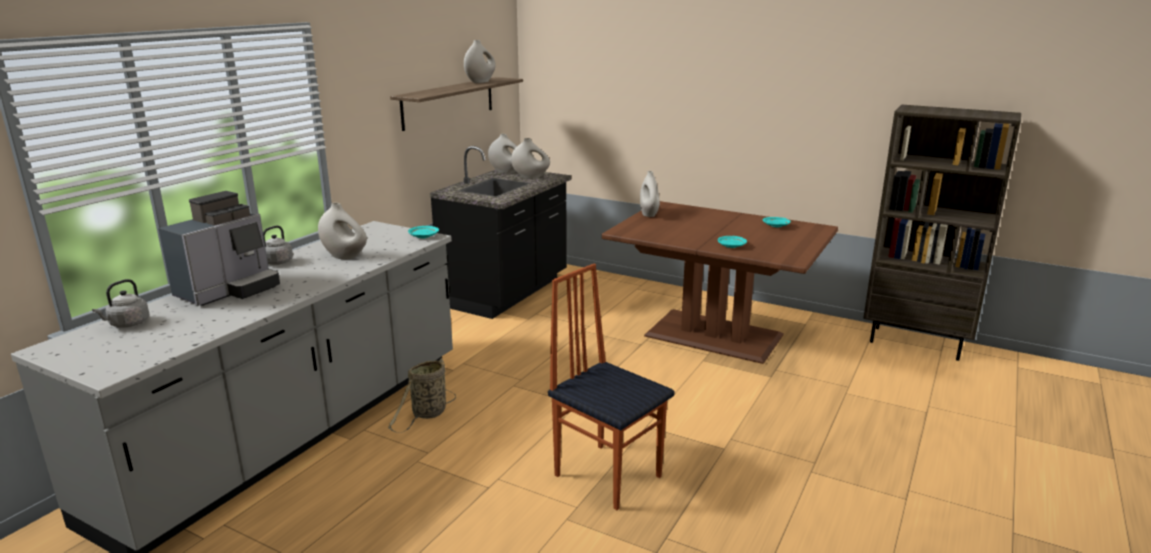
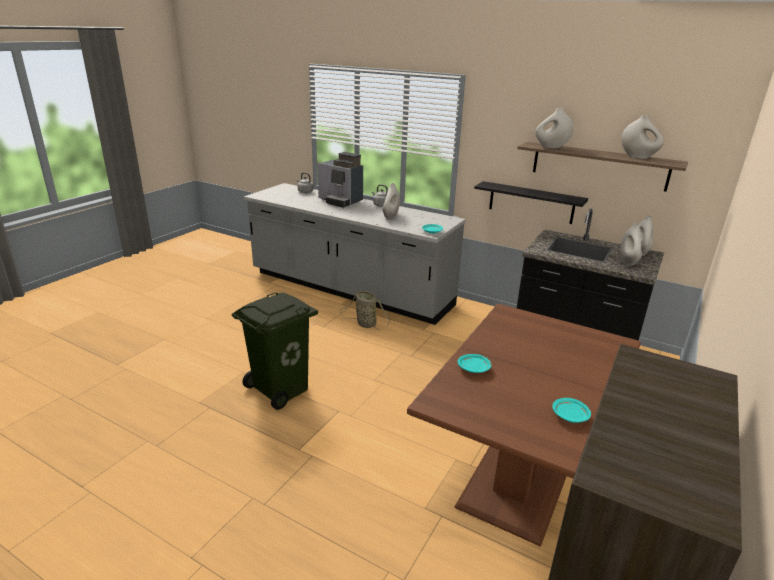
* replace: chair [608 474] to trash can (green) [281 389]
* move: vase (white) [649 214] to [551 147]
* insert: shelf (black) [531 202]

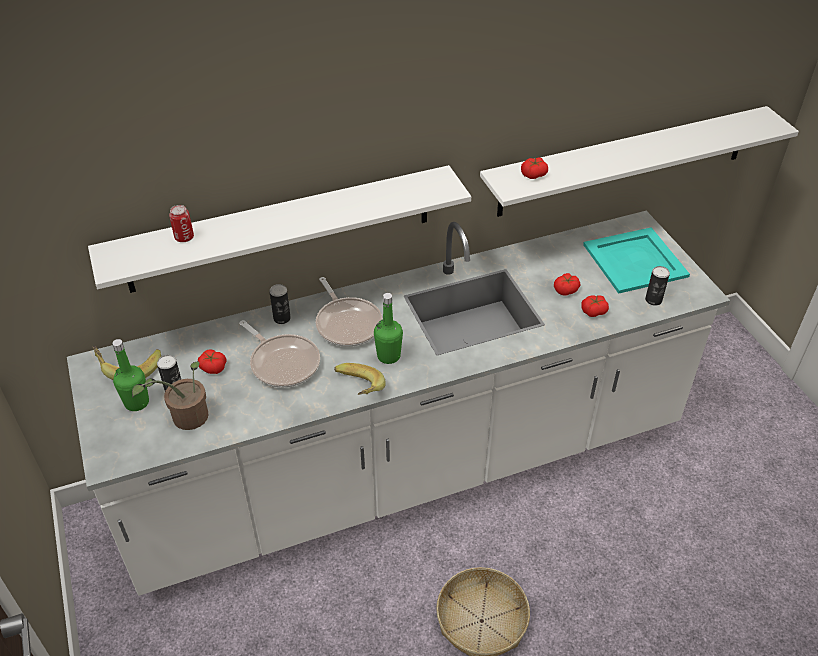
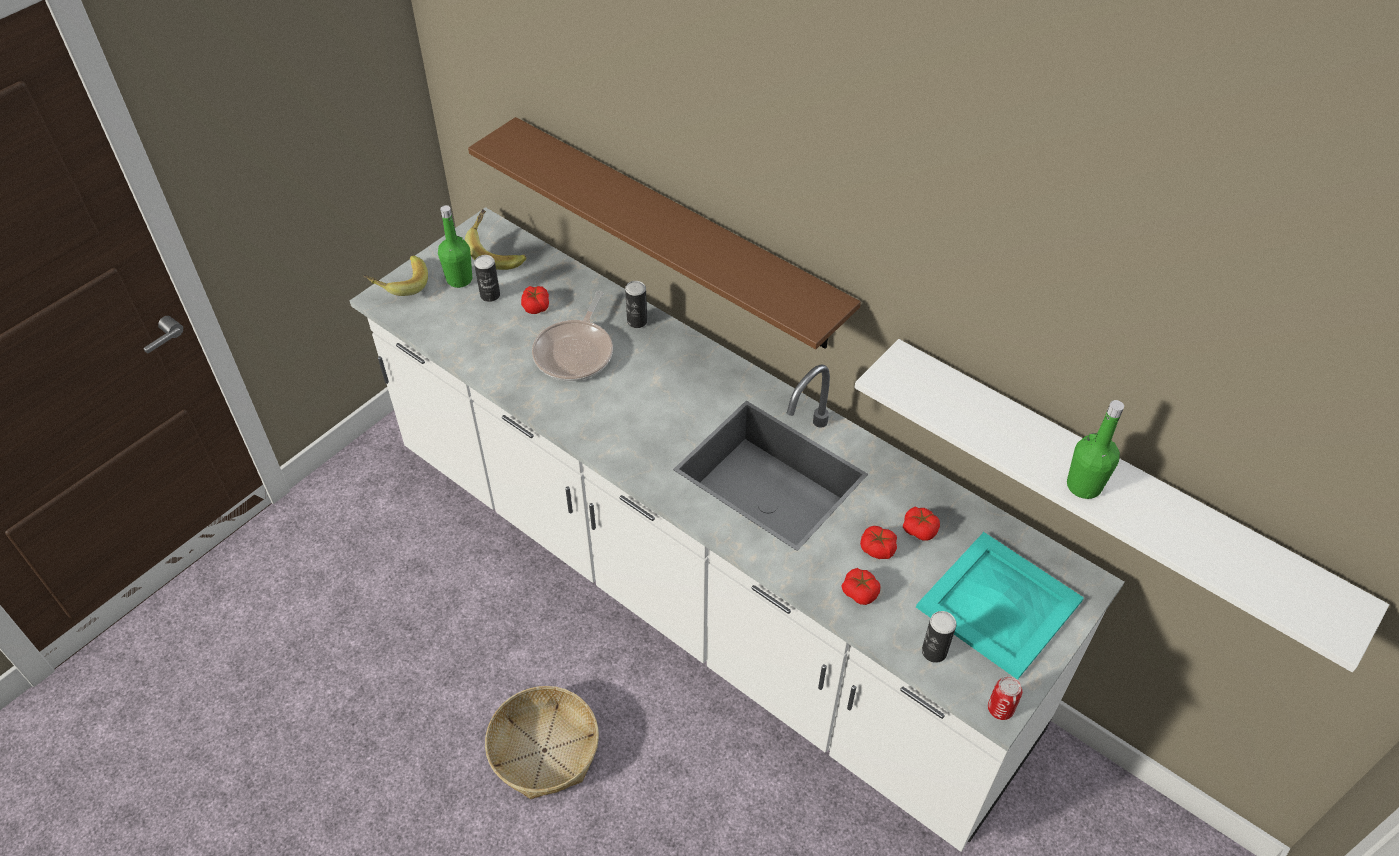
* recolor: shelf (white) [281 229] to shelf (brown) [675 233]
* delete: potted plant [185 419]
* move: can [184 237] to [1000 709]
* delete: frying pan [347 323]
* move: banana [357 391] to [399 286]
* move: bottle (green) [388 356] to [1083 486]
* move: tomato [533 174] to [919 529]

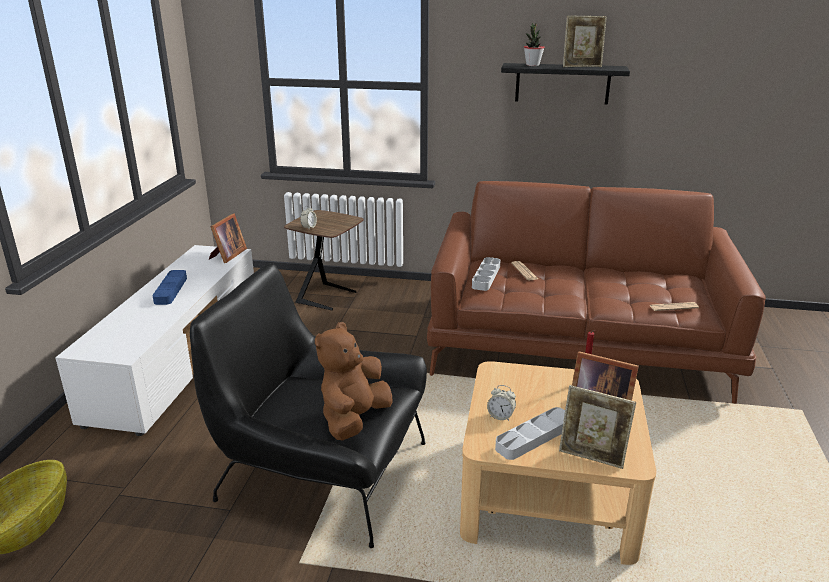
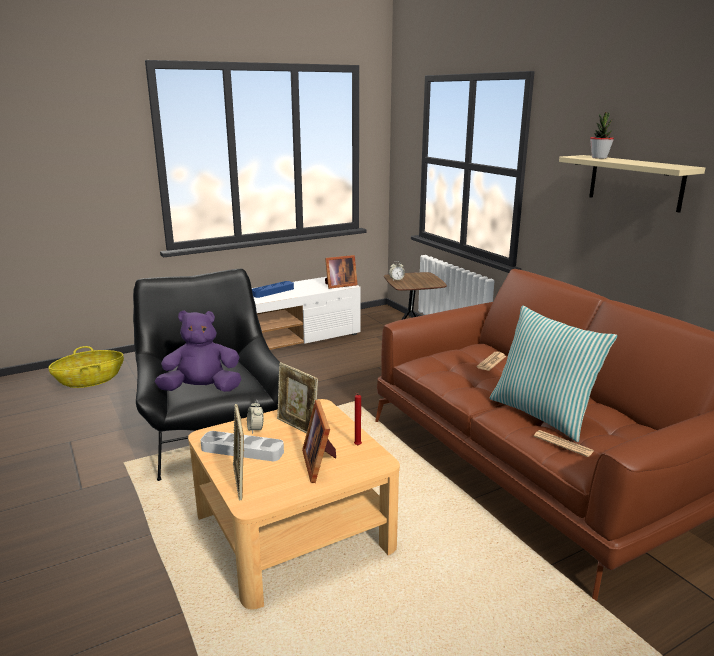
* recolor: plush toy (brown) [354 420] to plush toy (purple) [202 389]
* delete: tray (grey) [486 277]
* recolor: shelf (black) [562 83] to shelf (beige) [635 182]
* move: picture frame [582 67] to [297 427]
* insert: pillow [542 414]

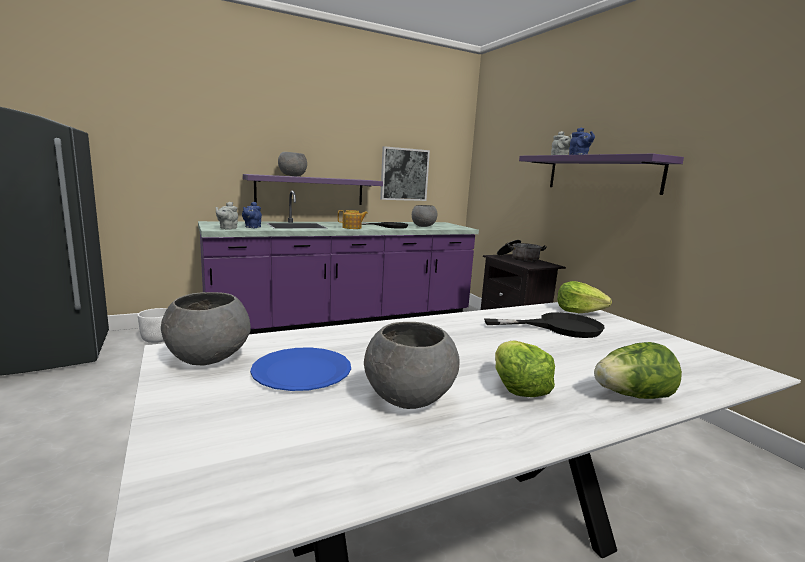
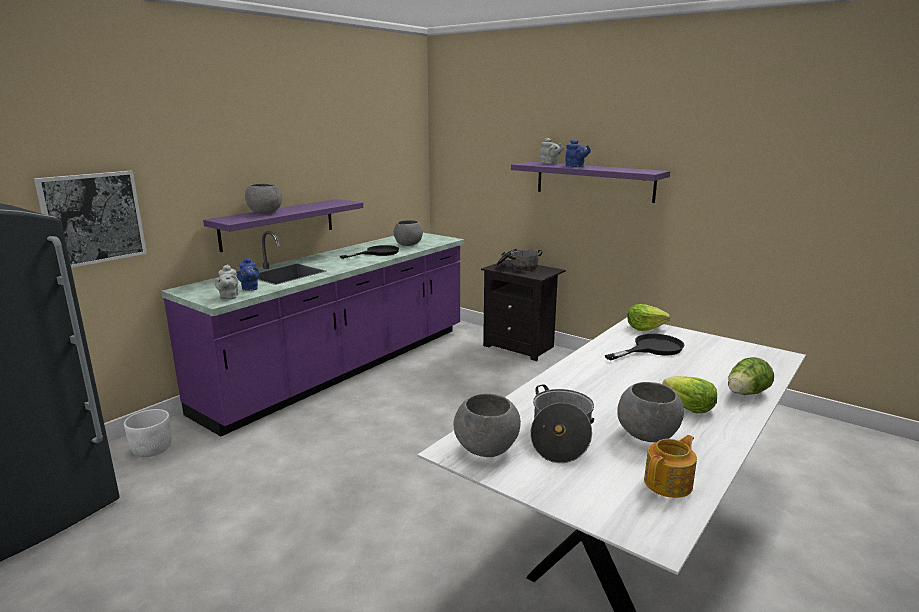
* replace: plate (blue) [302 371] to cooking pot [560 438]
* move: teapot [352 228] to [669 483]
* move: picture [404 174] to [93 218]

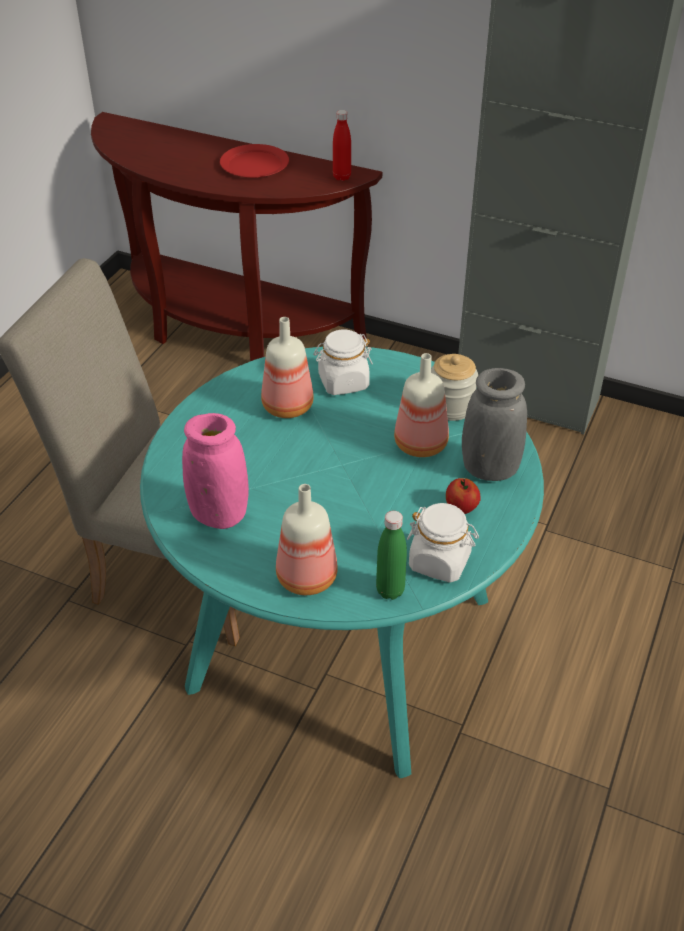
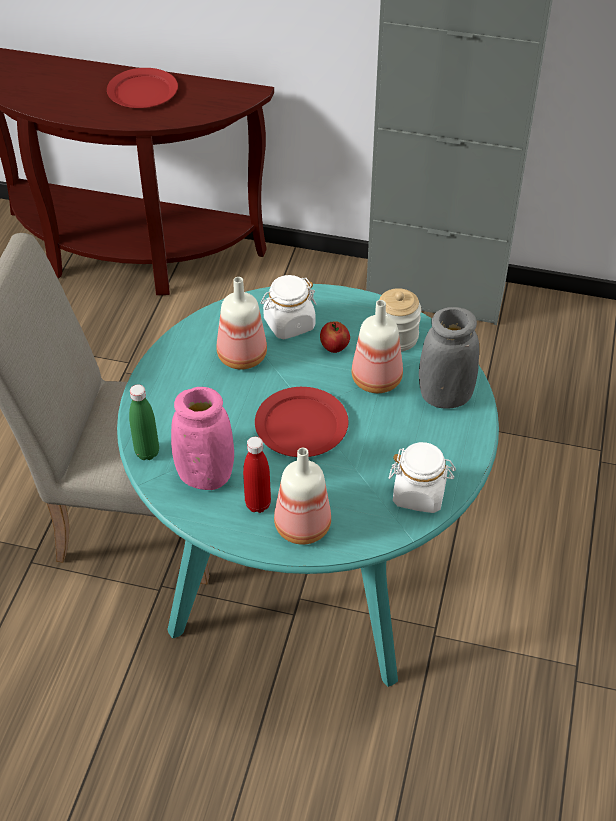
* move: bottle (red) [342 177] to [258 504]
* move: bottle (green) [390 590] to [147 452]
* move: apple [461 508] to [334 347]
* insert: plate (red) [302 425]

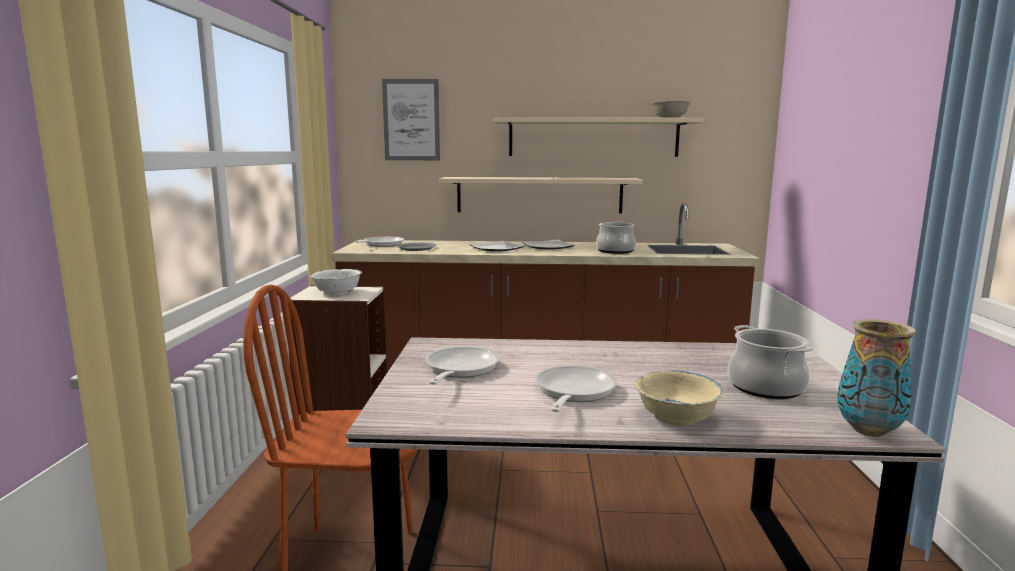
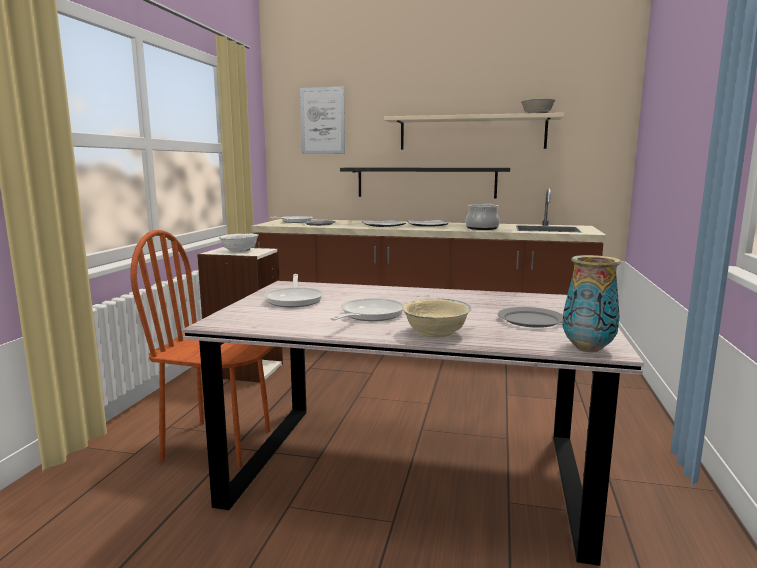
* rotate: frying pan [459 369] = [295 299] 150 degrees clockwise
* recolor: shelf (beige) [539 195] to shelf (black) [426 182]
* replace: cooking pot [765 387] to plate (grey) [530 320]

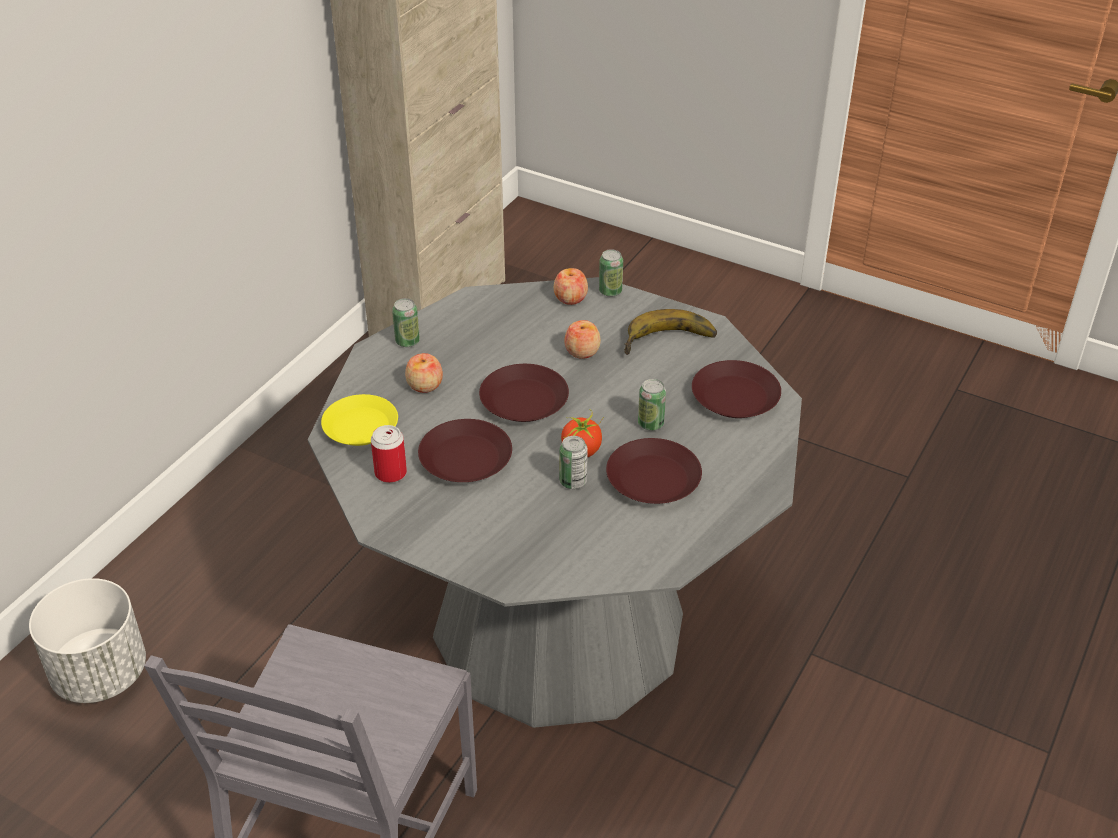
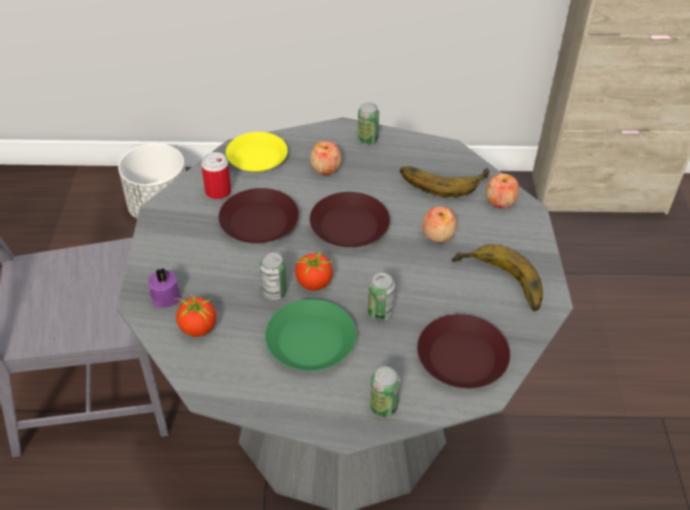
* move: can [610 291] to [383 407]
* recolor: plate (brown) [653 478] to plate (green) [311 341]
* insert: candle (purple) [165 297]
* insert: tomato [197 328]
* insert: banana [442 178]

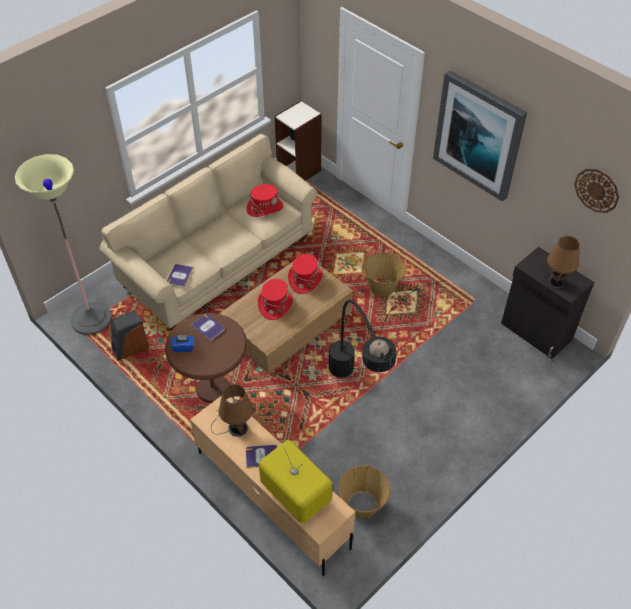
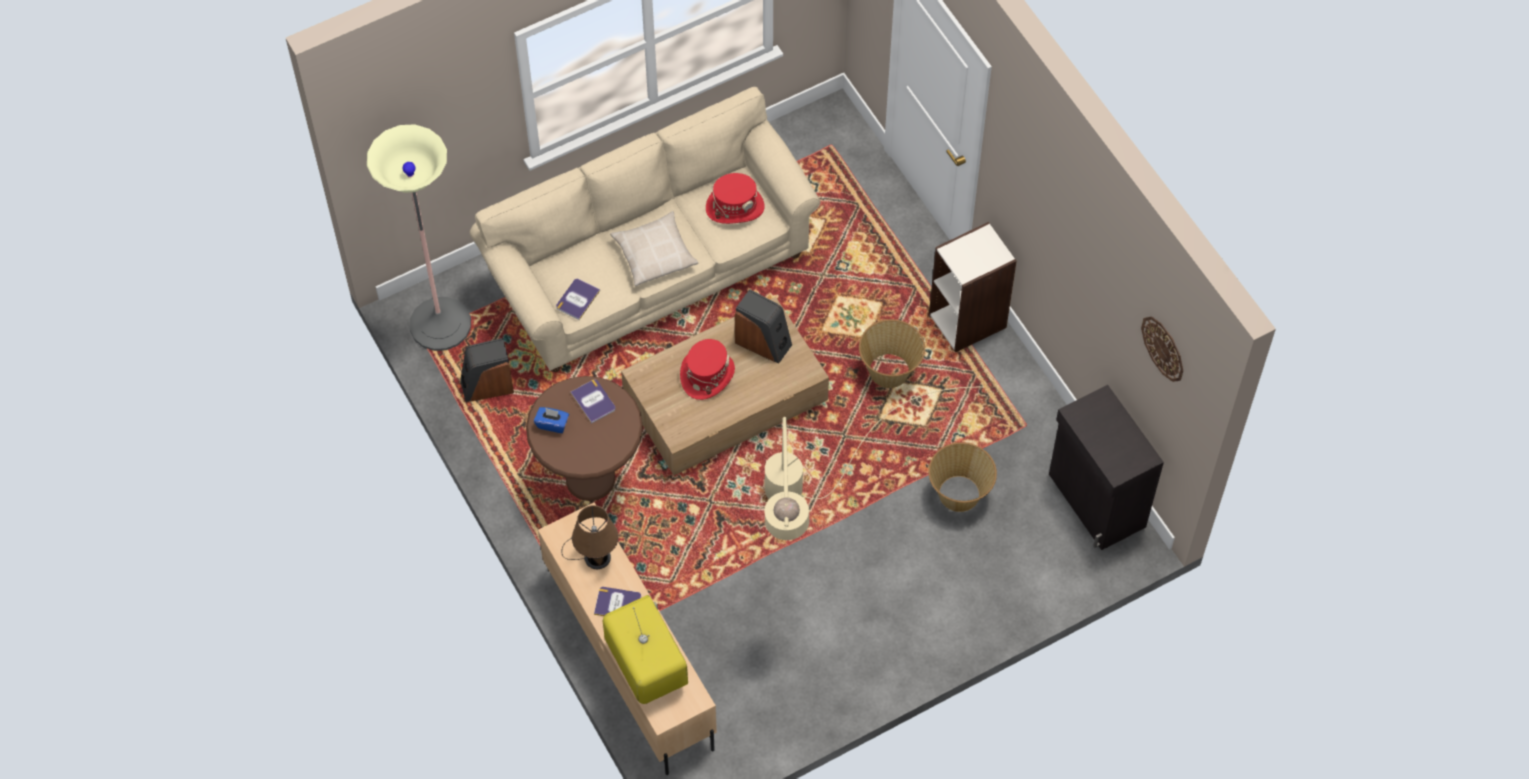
* move: bookcase [299 171] to [968 320]
* replace: hat (red) [305 279] to speaker [763 342]
* recolor: floor lamp (black) [364 388] to floor lamp (beige) [806 529]
* move: basket [362 505] to [959 494]
* delete: picture [479 135]
* delete: table lamp (brown) [557 281]
* insert: pillow (beige) [654 254]

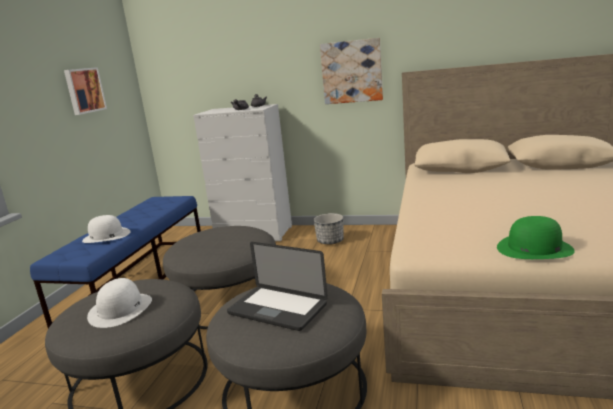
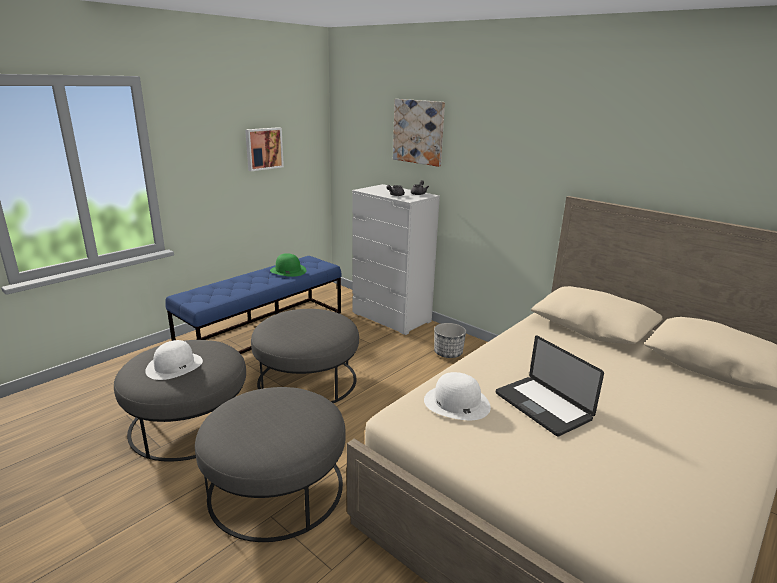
* move: hat (white) [106 236] to [456 403]
* move: laptop [277 309] to [542 406]
* move: picture [351 71] to [419 132]
* move: hat (green) [534 248] to [288 270]

